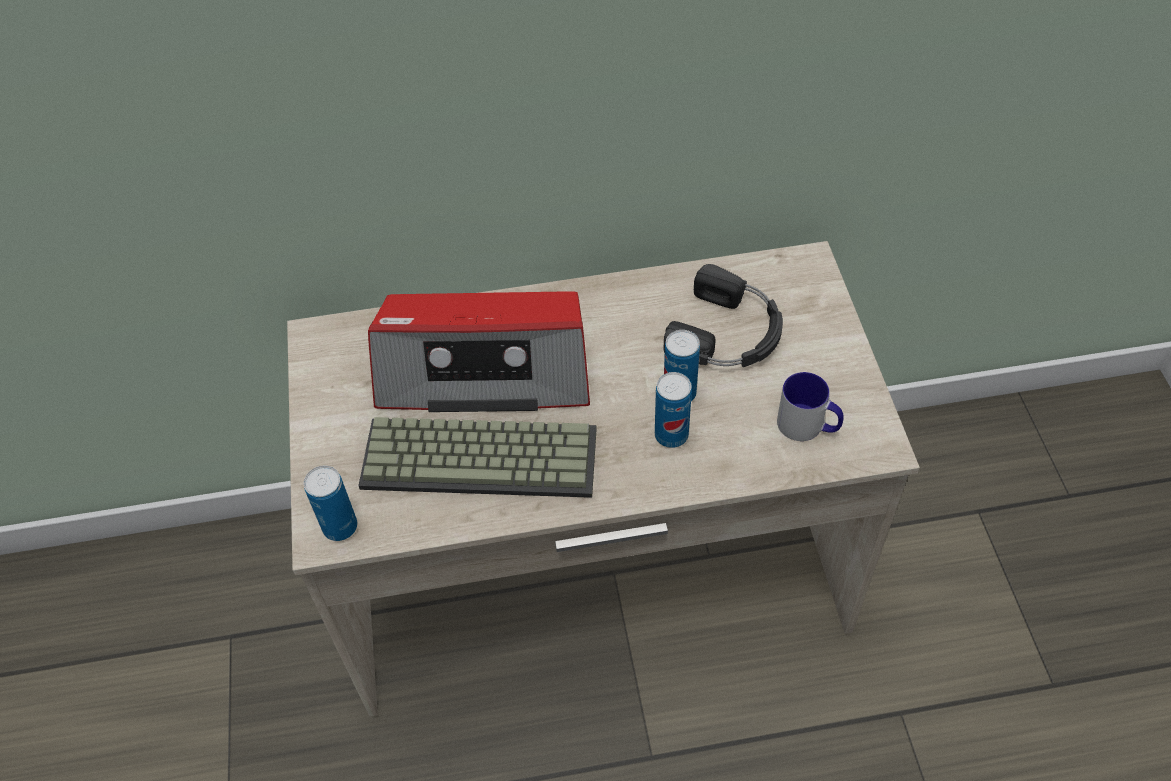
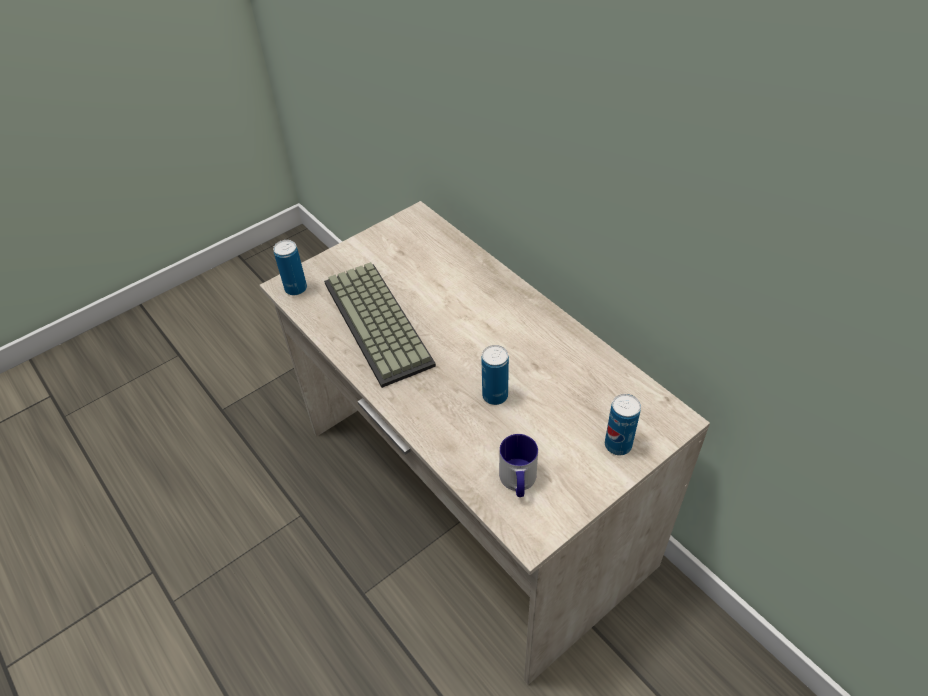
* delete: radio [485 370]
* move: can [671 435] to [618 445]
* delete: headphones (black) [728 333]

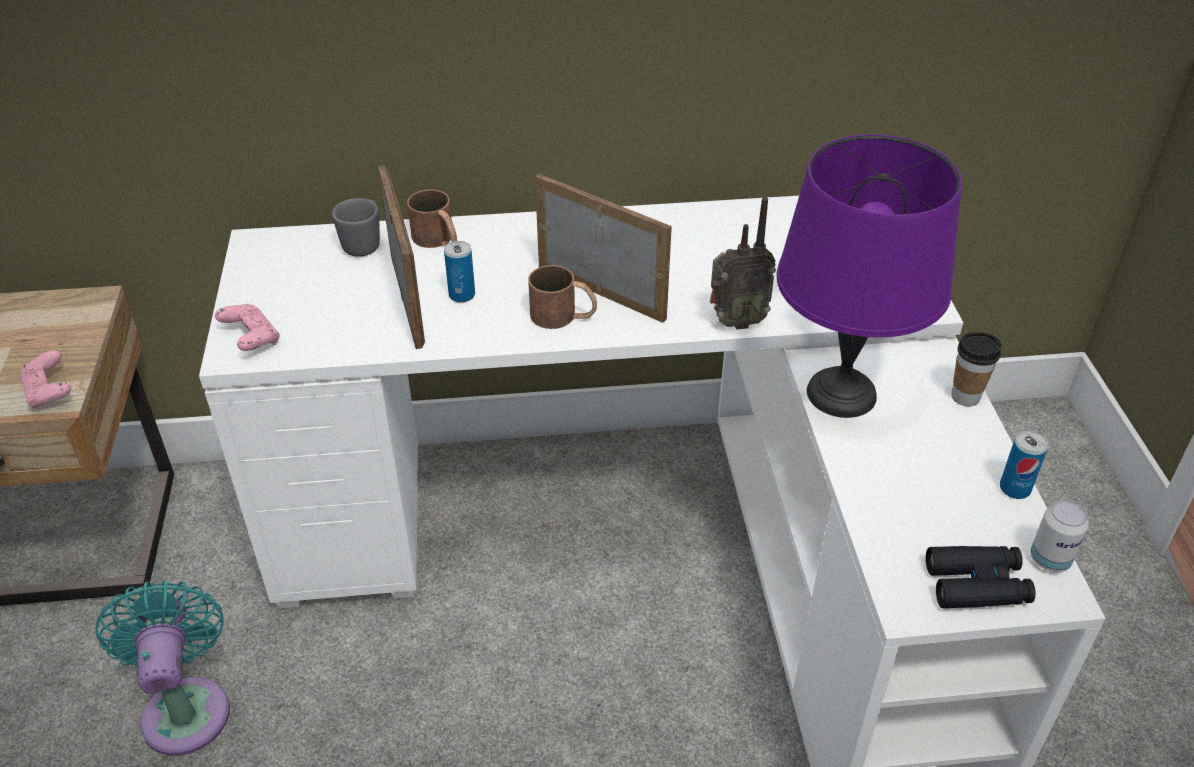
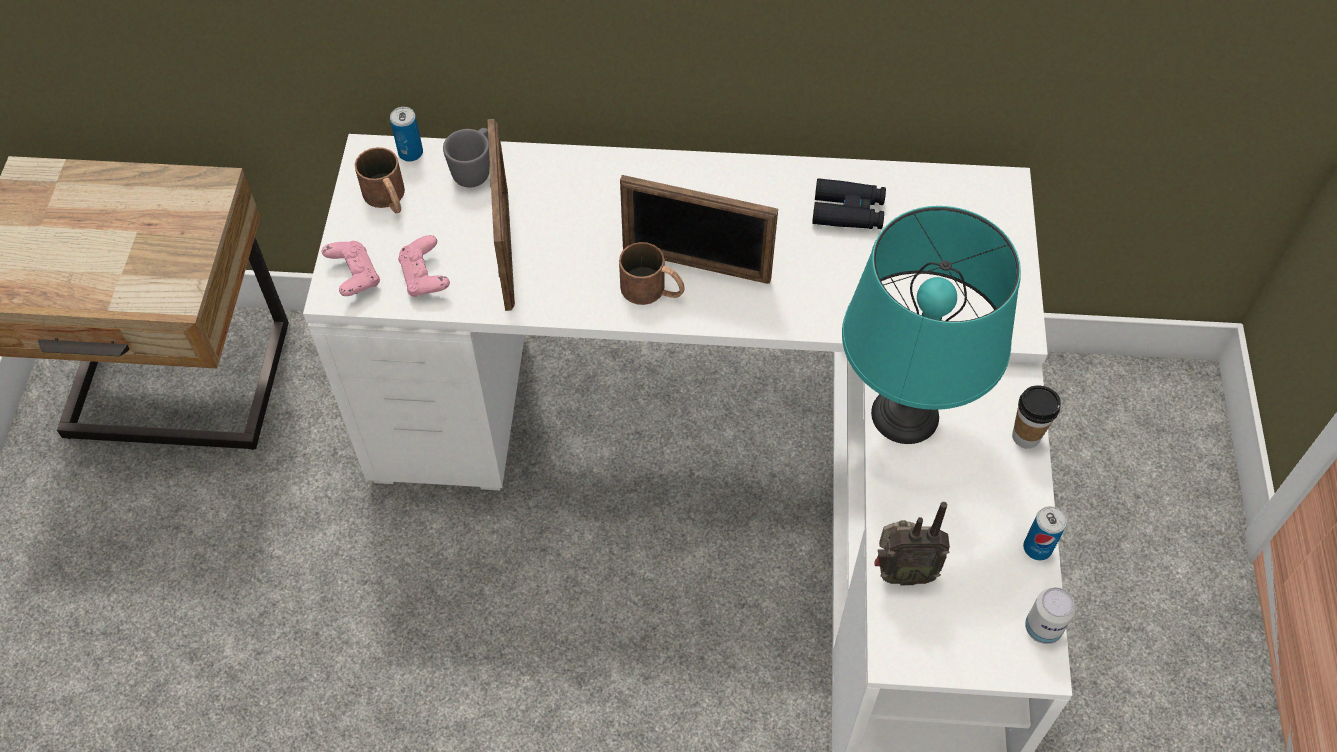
* move: game controller (pink) [49 392] to [425 277]
* delete: fan (turquoise) [186 707]
* move: mug (brown) [438 240] to [388 199]
* move: can [462 295] to [410 153]
* rotate: picture frame [601 292] = [696 265] 150 degrees clockwise
* move: radio [735 321] to [902 572]
* recolor: table lamp (purple) [840 394] to table lamp (turquoise) [903 415]
* move: binoculars (black) [977 584] to [848 211]

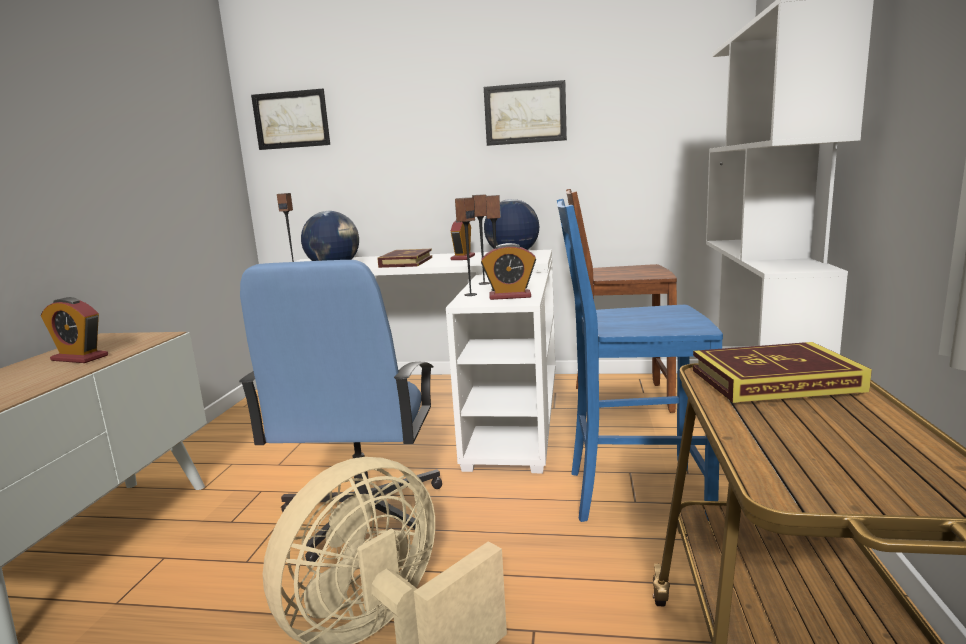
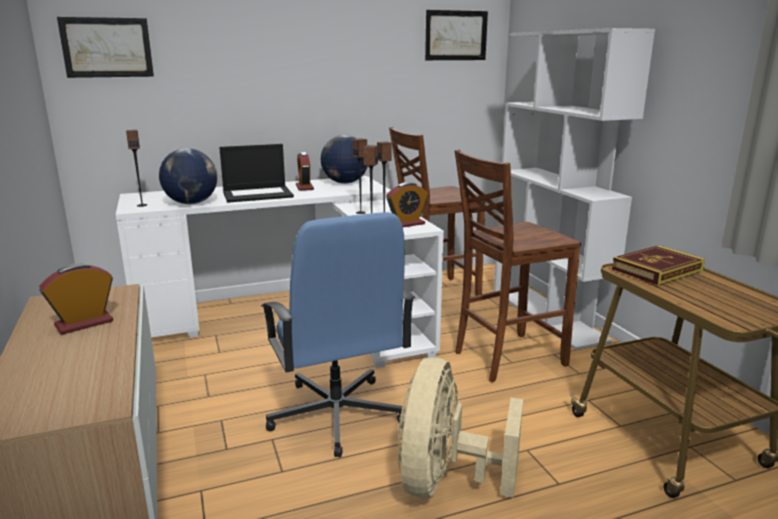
* rotate: alarm clock [79 358] = [84 323] 150 degrees clockwise
* replace: book [406 262] to laptop [258 194]
* move: picture [525 113] to [456 35]
* recolor: chair (blue) [633 494] to chair (brown) [506 358]

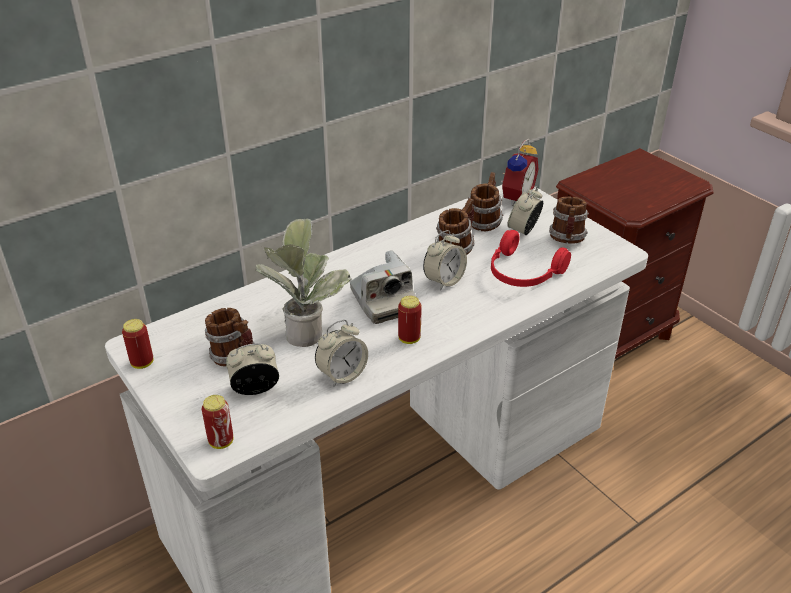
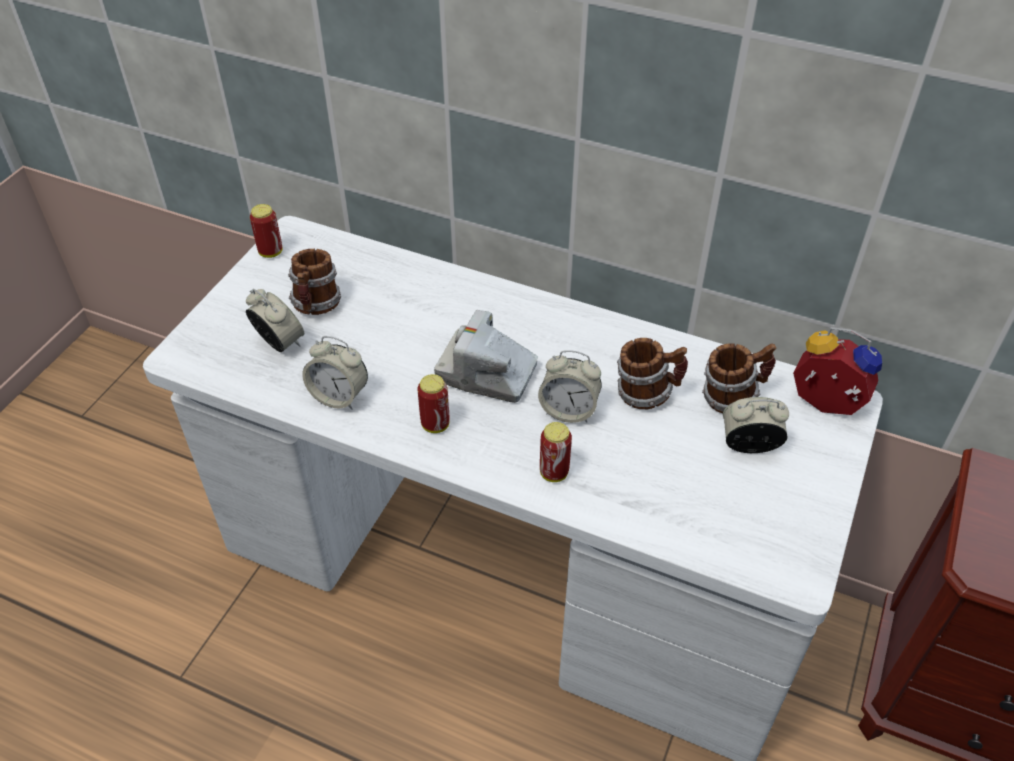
* move: can [221 441] to [554 472]
* delete: potted plant [306 329]
* rotate: photo camera [383 301] = [487 373] 75 degrees clockwise
* delete: headphones (red) [522 273]
* rotate: alarm clock [514 197] = [824 406] 150 degrees counterclockwise
* delete: mug [567 239]

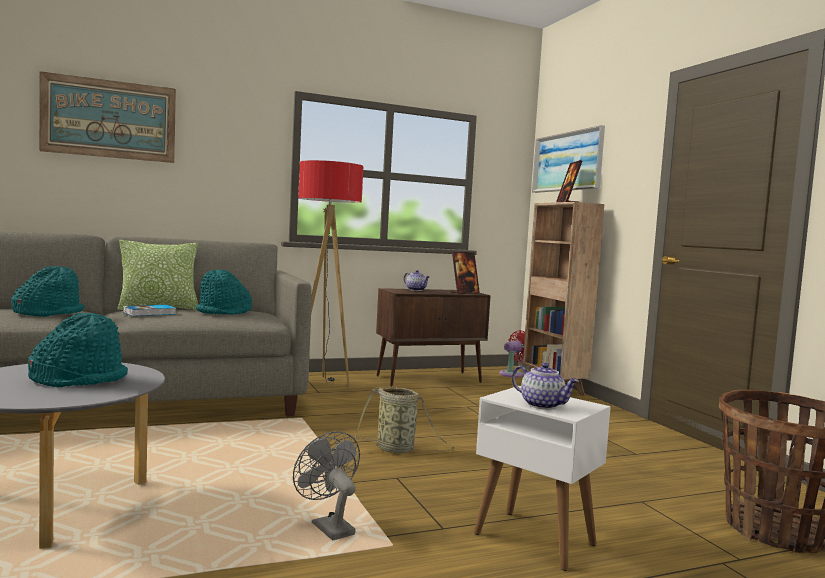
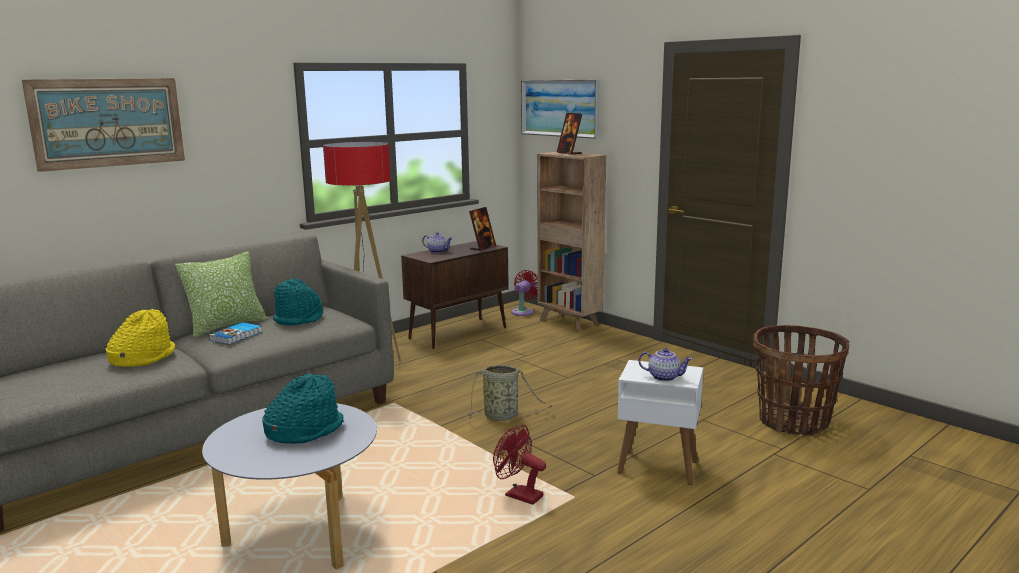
* recolor: hat (turquoise) [48 313] to hat (yellow) [142 358]
* recolor: fan (grey) [328 526] to fan (red) [518 495]

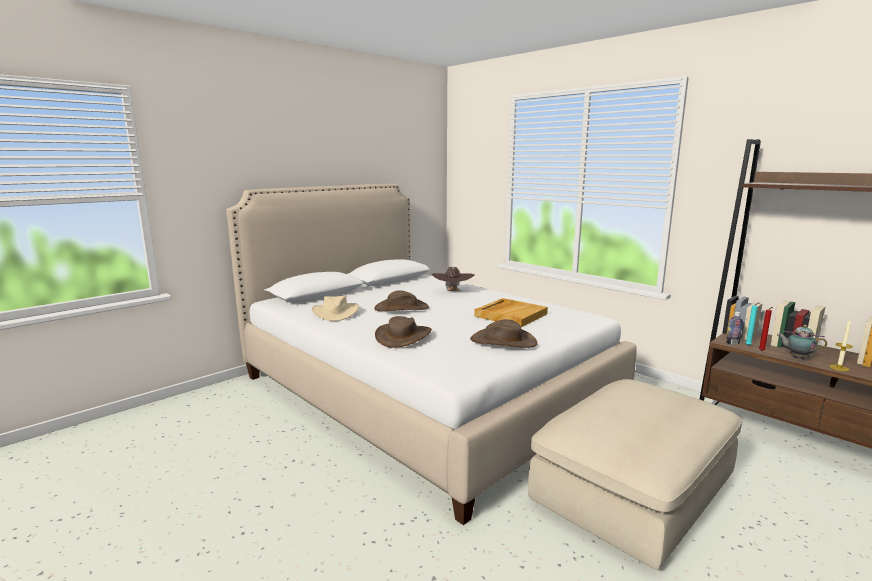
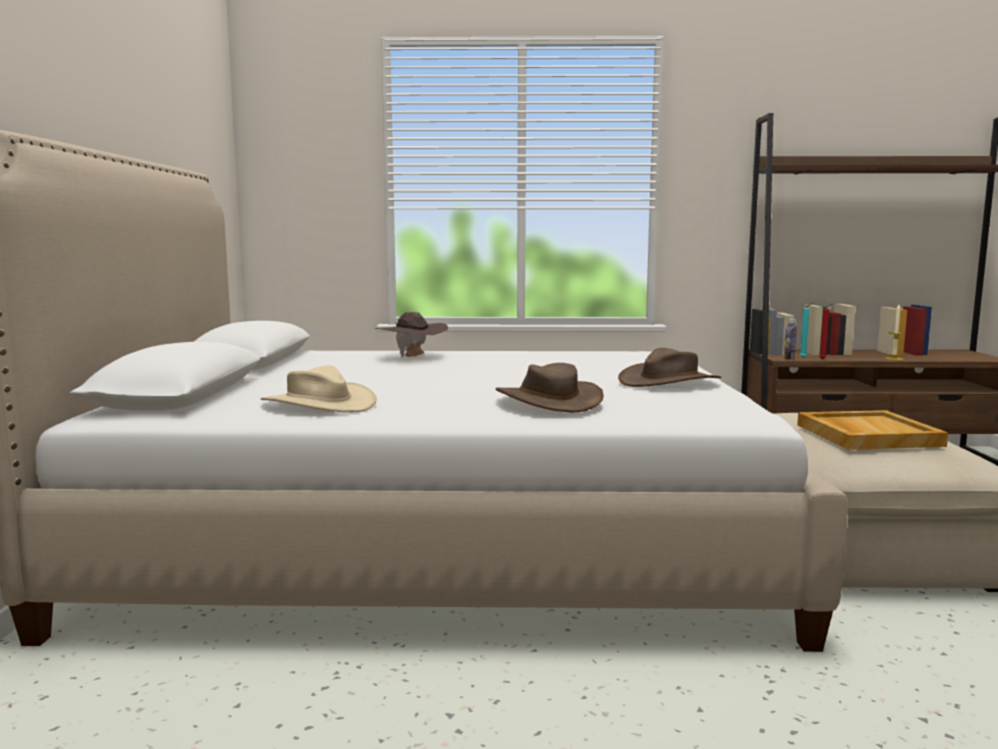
* delete: hat (brown) [401 308]
* move: tray (beige) [510 315] to [866 435]
* delete: teapot [797 357]

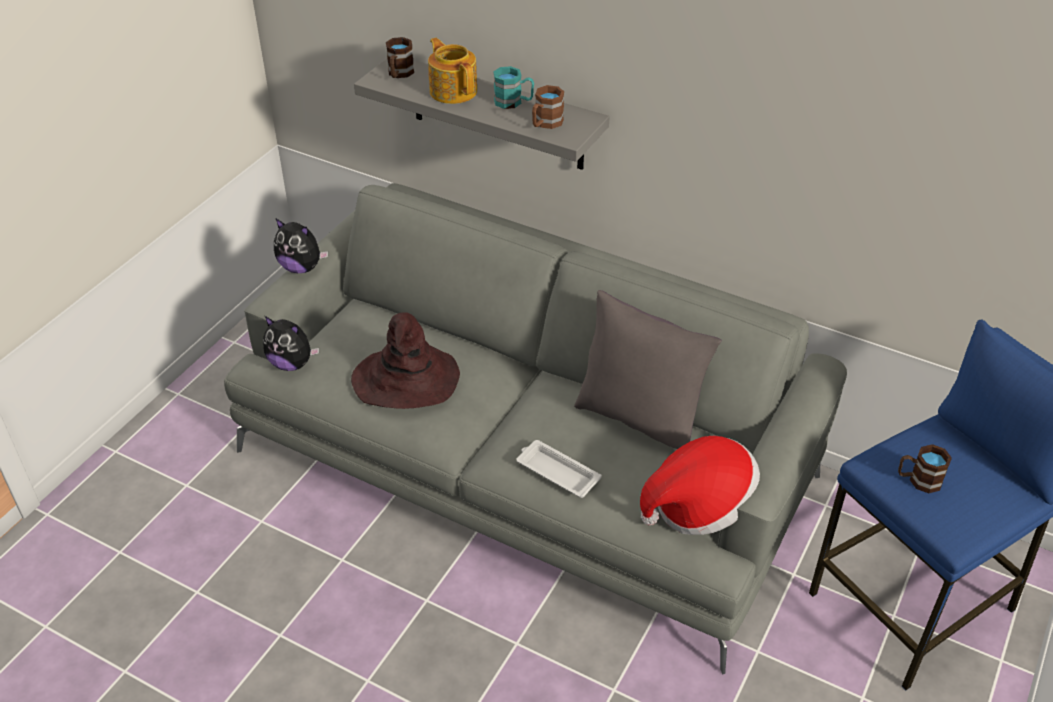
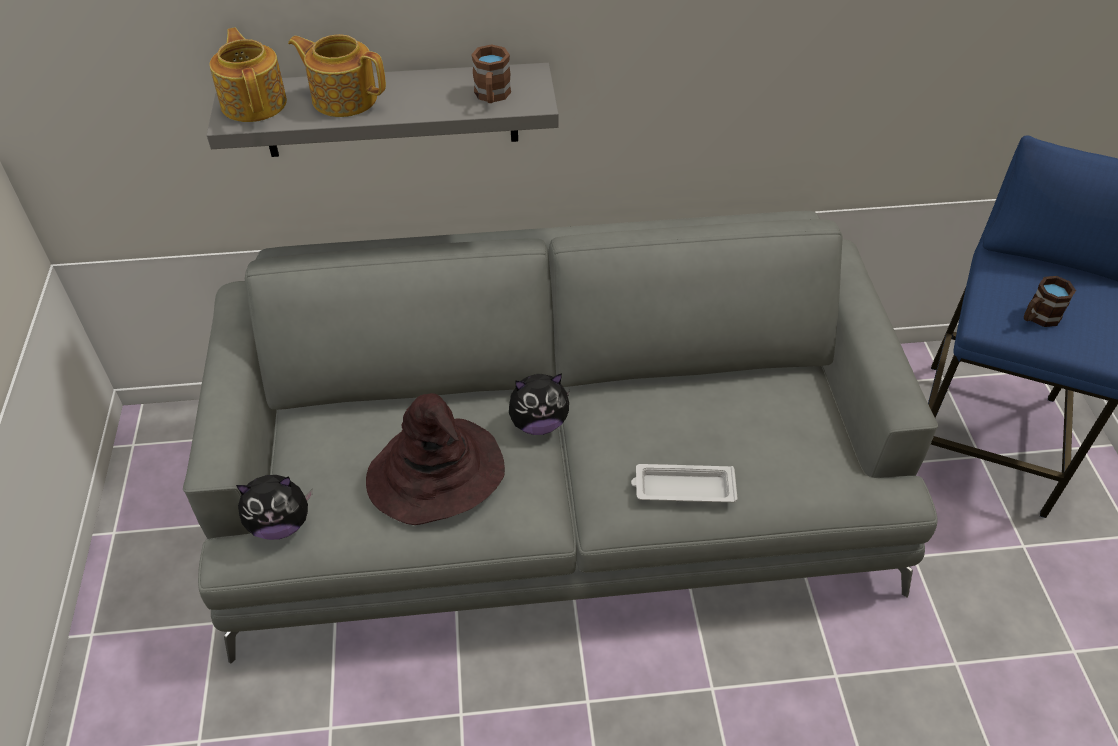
* move: plush toy [301 267] to [538 423]
* replace: mug (brown) [399 74] to teapot [254 102]
* delete: mug (turquoise) [513 102]
* delete: pillow (grey) [639 418]
* delete: hat [699 506]

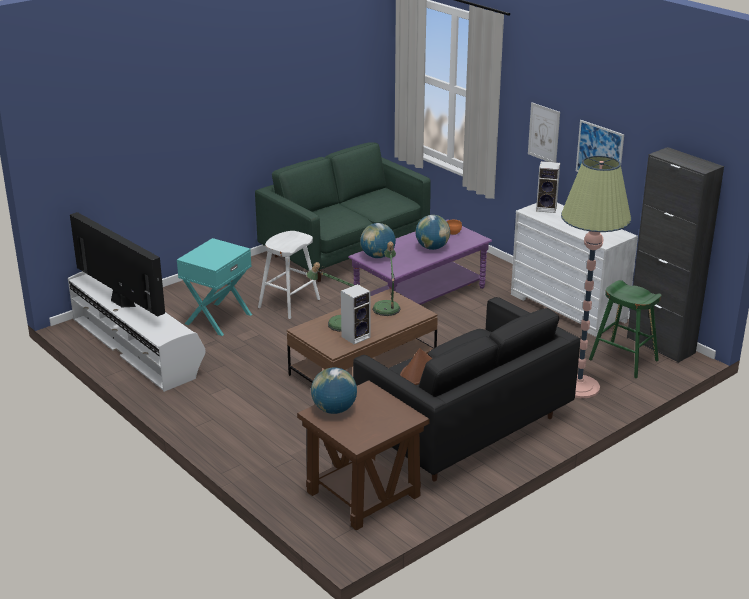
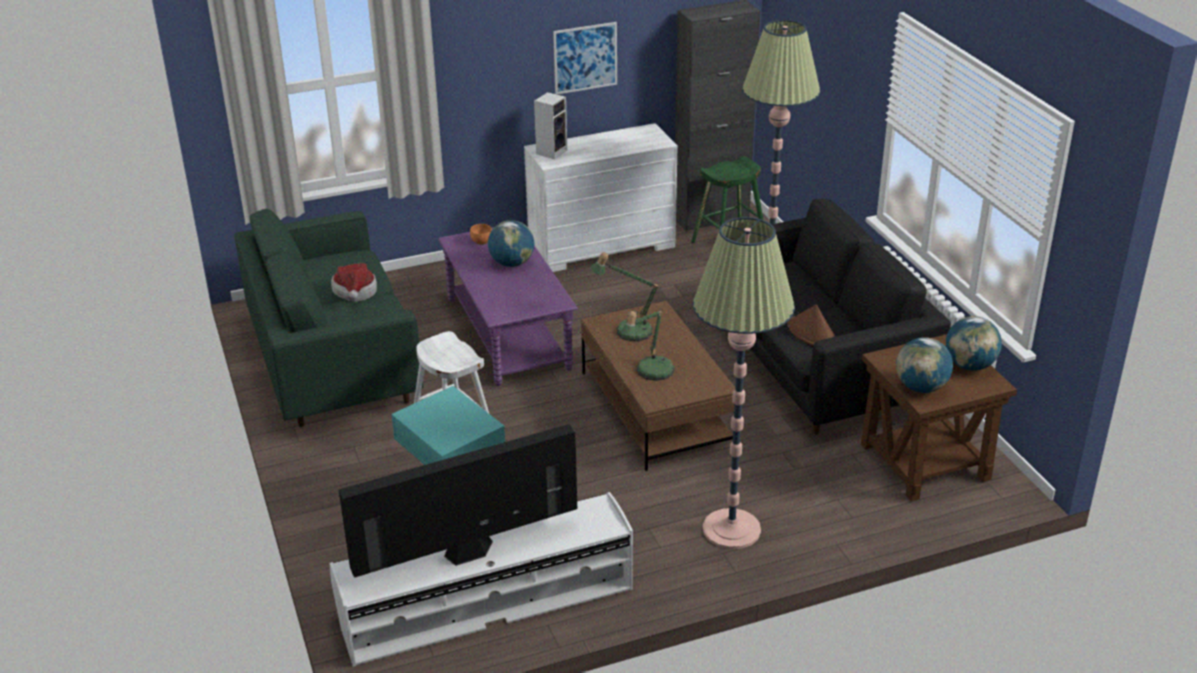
* delete: speaker [356 336]
* move: globe [377 256] to [969 365]
* delete: picture [544 133]
* insert: hat [355 293]
* insert: floor lamp [731 529]

